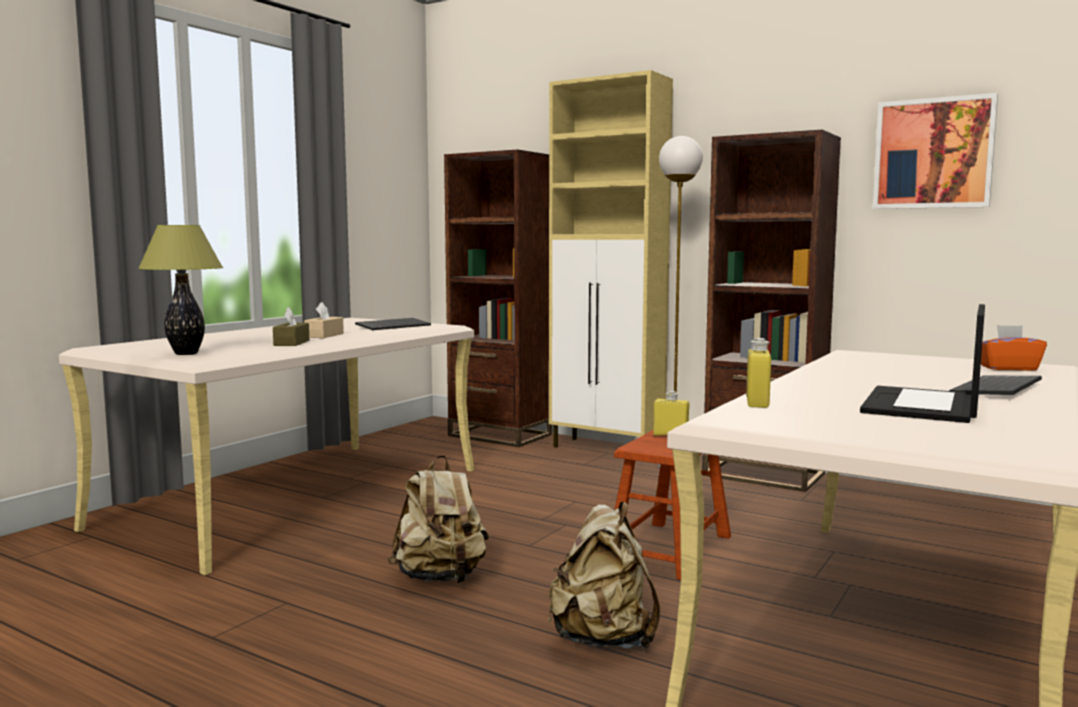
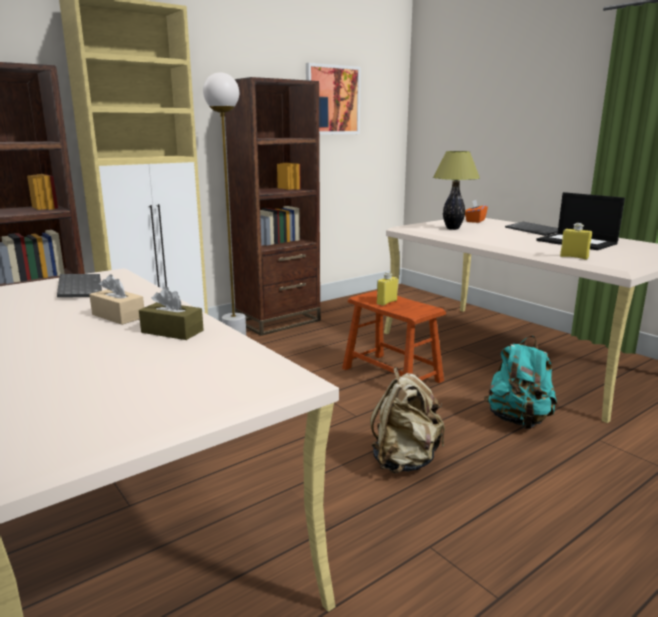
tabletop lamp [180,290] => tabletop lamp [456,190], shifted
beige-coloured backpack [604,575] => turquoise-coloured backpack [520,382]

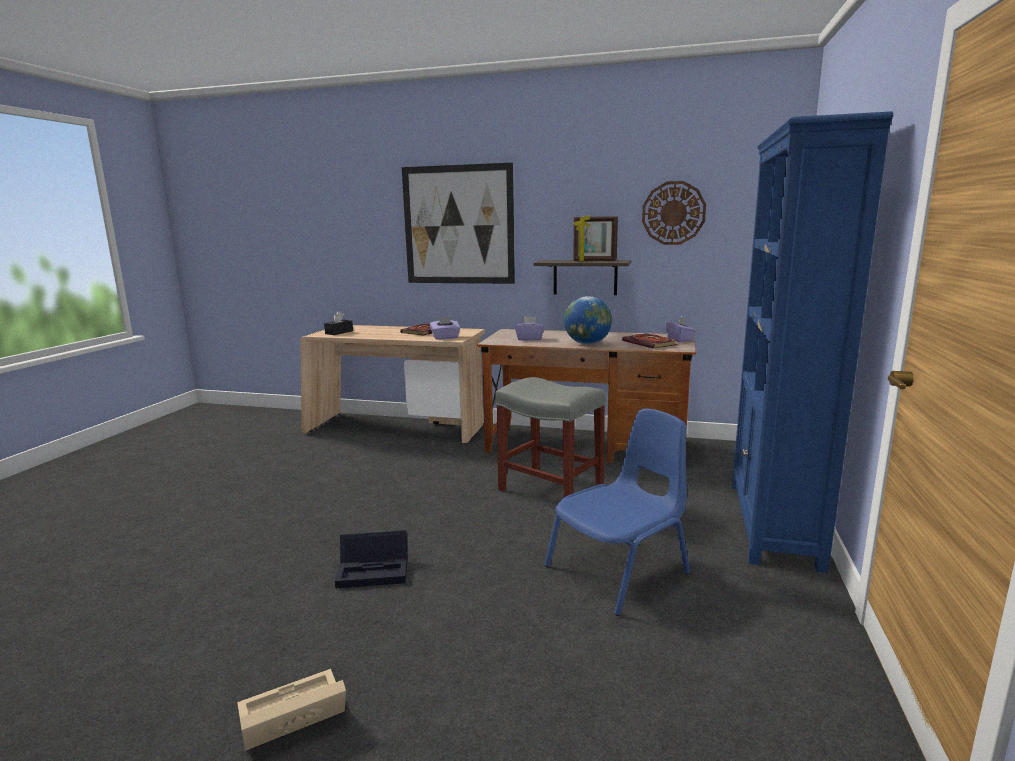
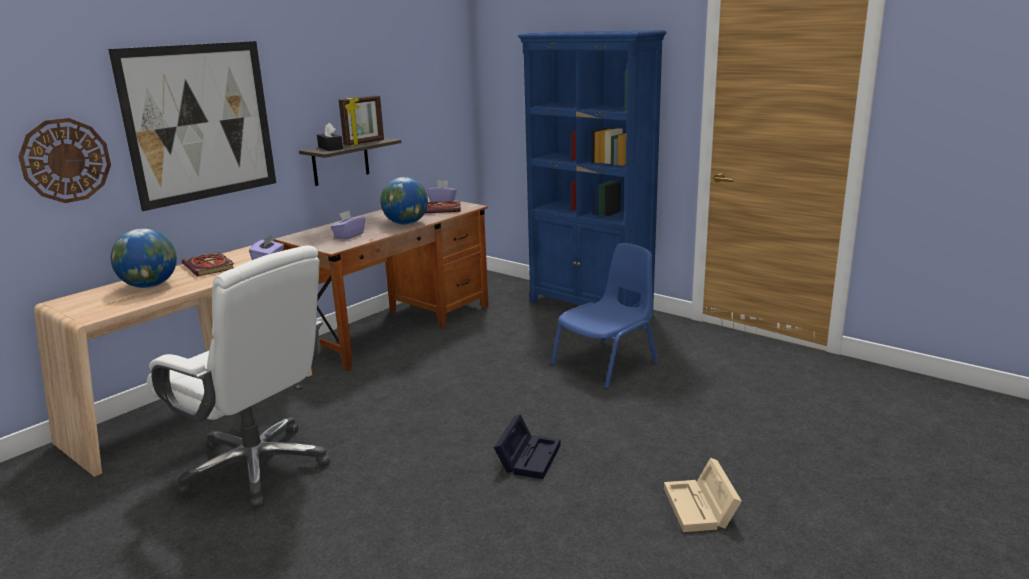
gray sitting stool [550,437] => nothing
nothing => desk globe [144,258]
nothing => white-coloured desk chair [239,376]
black-coloured tissue box [338,323] => black-coloured tissue box [330,137], shifted
hanging clock [674,213] => hanging clock [64,160], shifted
bluish plain chair [617,512] => bluish plain chair [604,316], 60 degrees clockwise

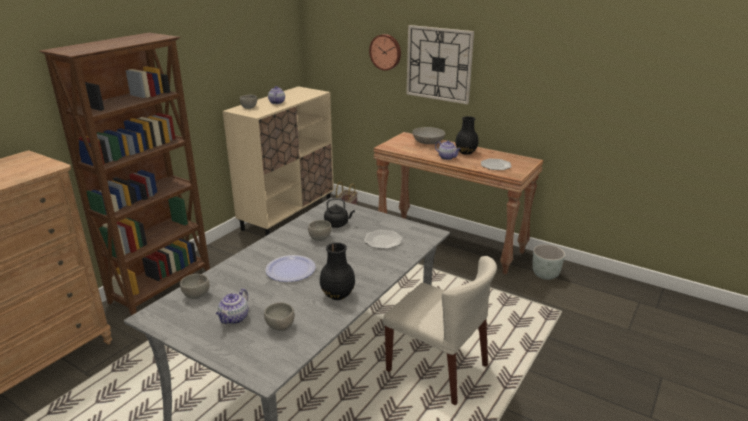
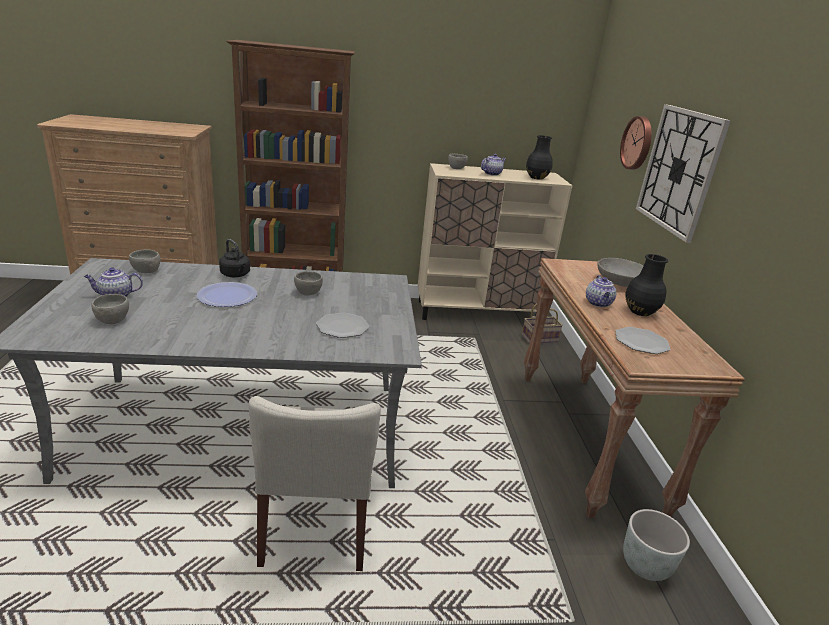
black-coloured vase [337,271] => black-coloured vase [539,157], shifted
black-coloured water kettle [339,213] => black-coloured water kettle [234,258], shifted

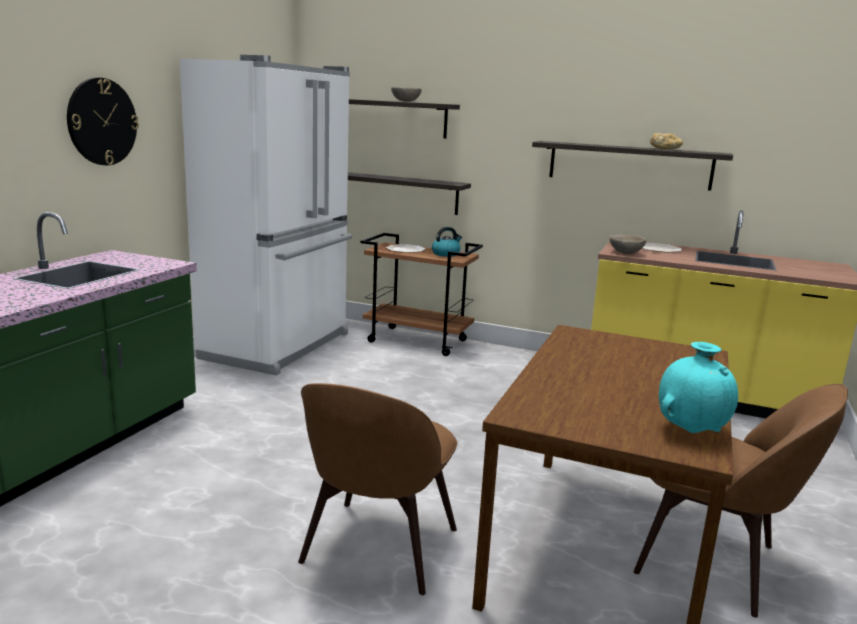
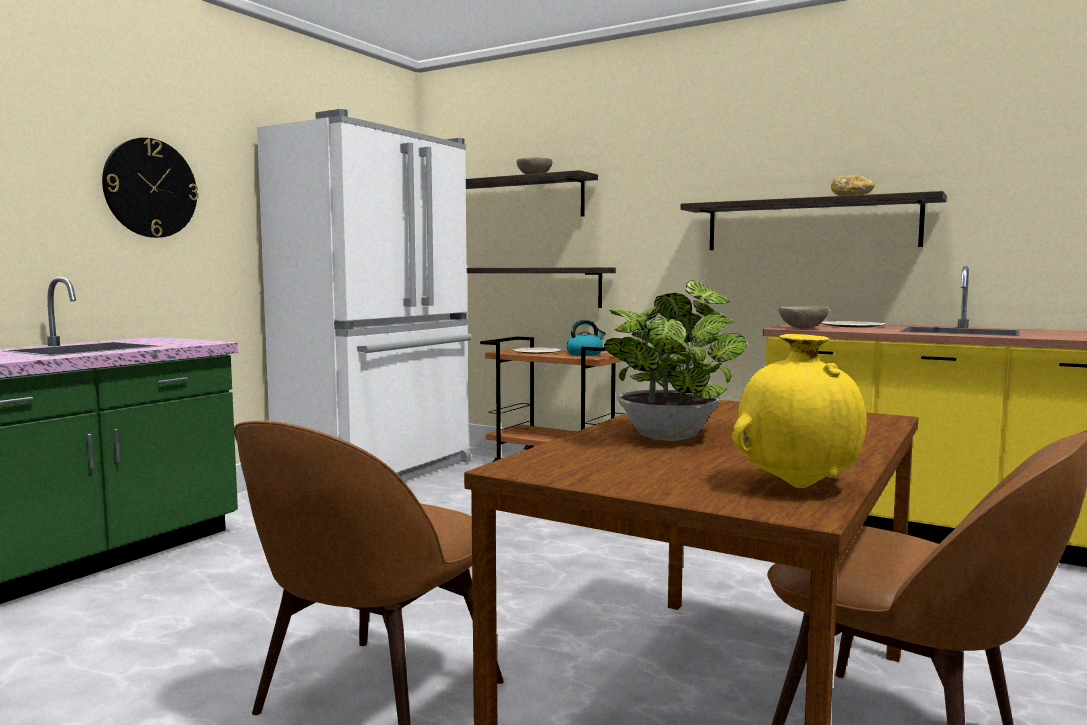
nothing => plant in a pot [675,360]
turquoise-coloured vase [698,387] => yellow vase [799,411]

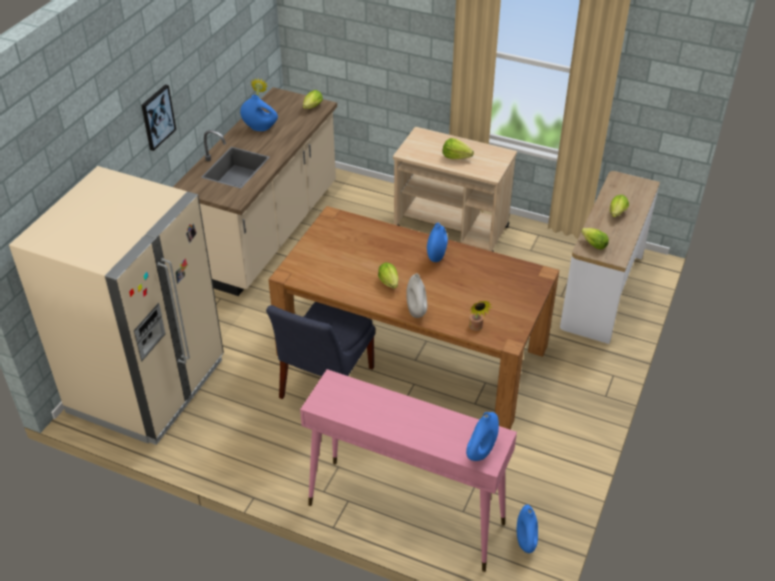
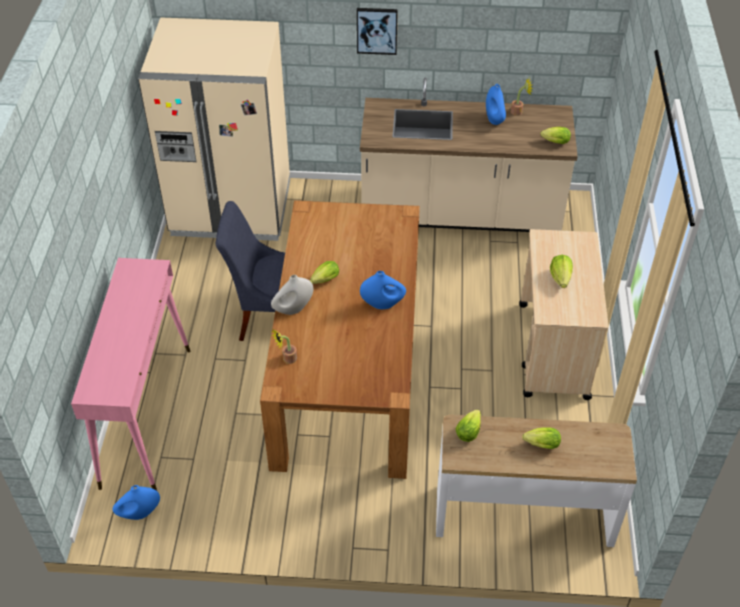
bluish vase [482,436] => nothing

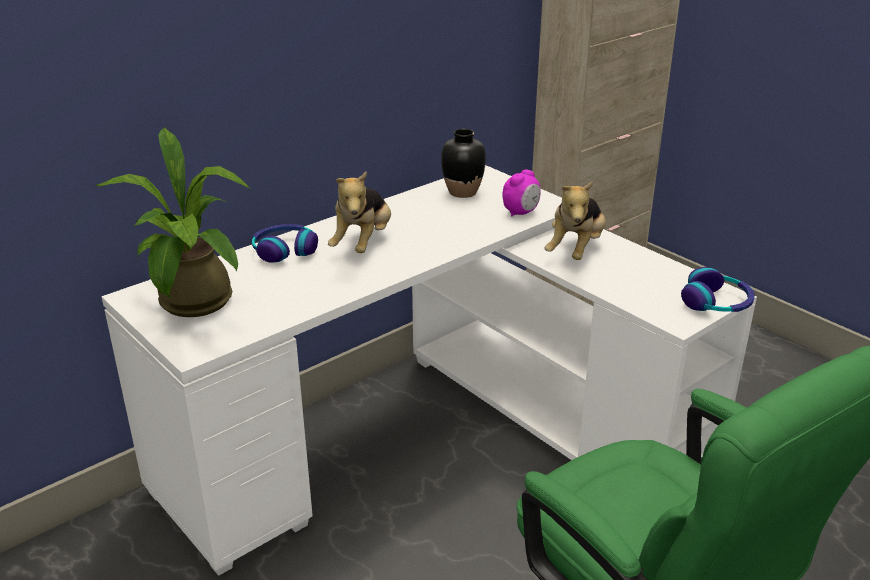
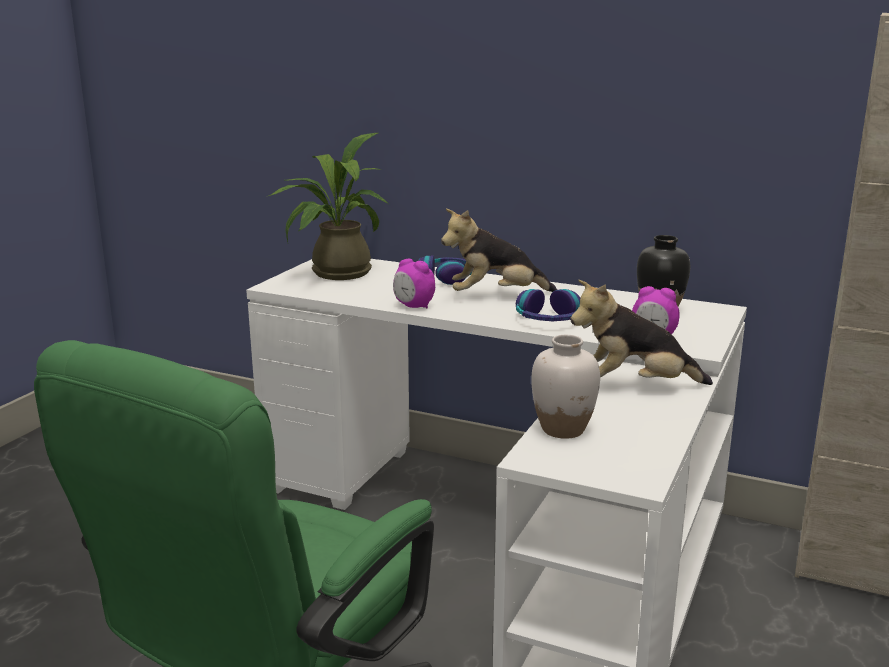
nothing => table clock [414,283]
nothing => white-coloured vase [565,387]
pair of headphones [718,289] => pair of headphones [548,305], shifted

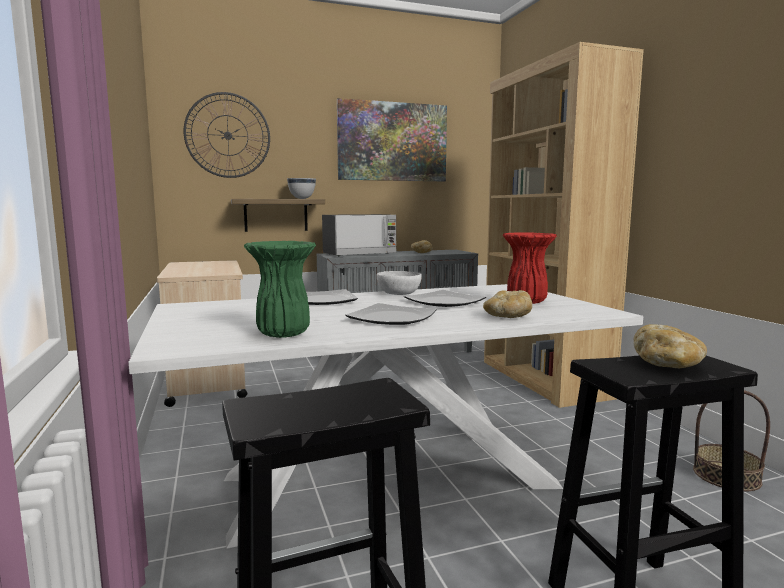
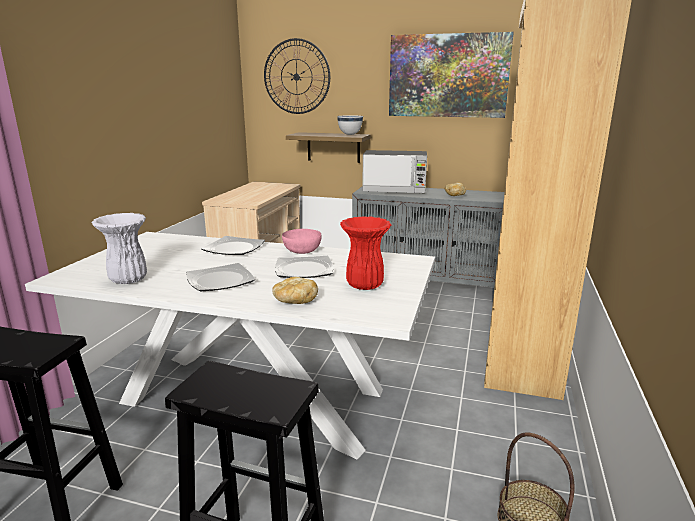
baked bread [670,346] => nothing
green-coloured vase [280,289] => white-coloured vase [119,248]
white-coloured bowl [399,283] => pink bowl [302,241]

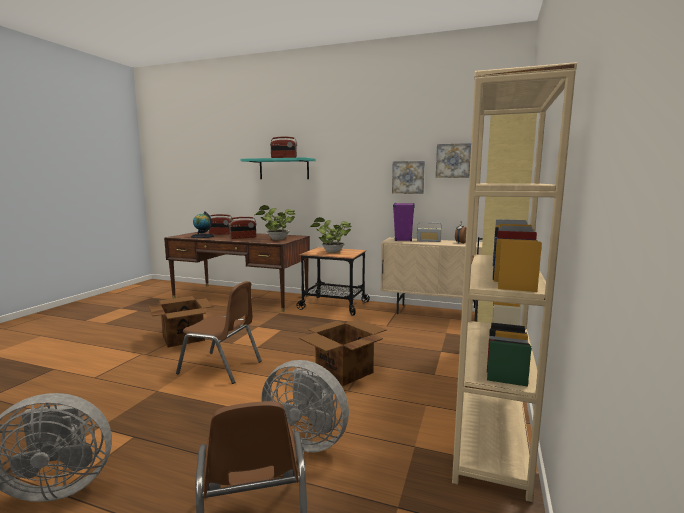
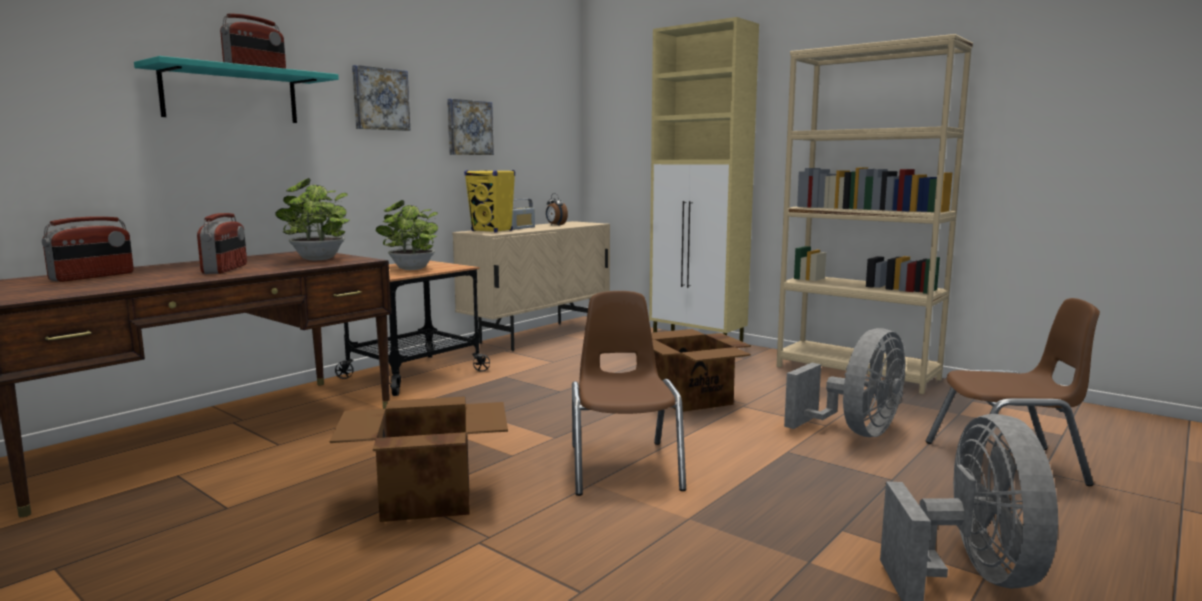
desk globe [202,224] => nothing
wall picture [453,160] => wall picture [381,98], shifted
purplish loudspeaker [404,222] => yellow loudspeaker [489,201]
brownish plain chair [219,332] => brownish plain chair [629,393], 45 degrees counterclockwise

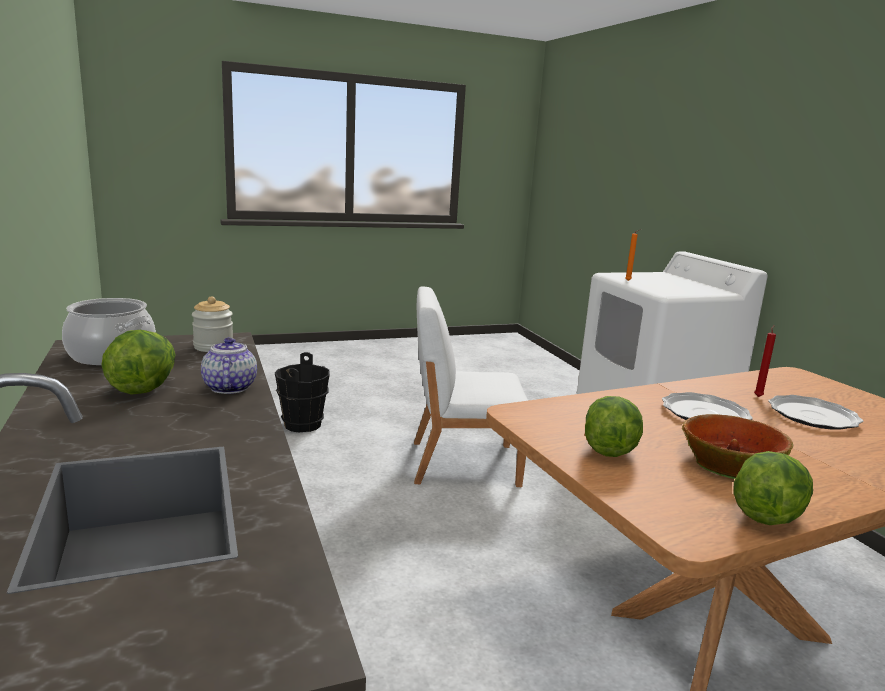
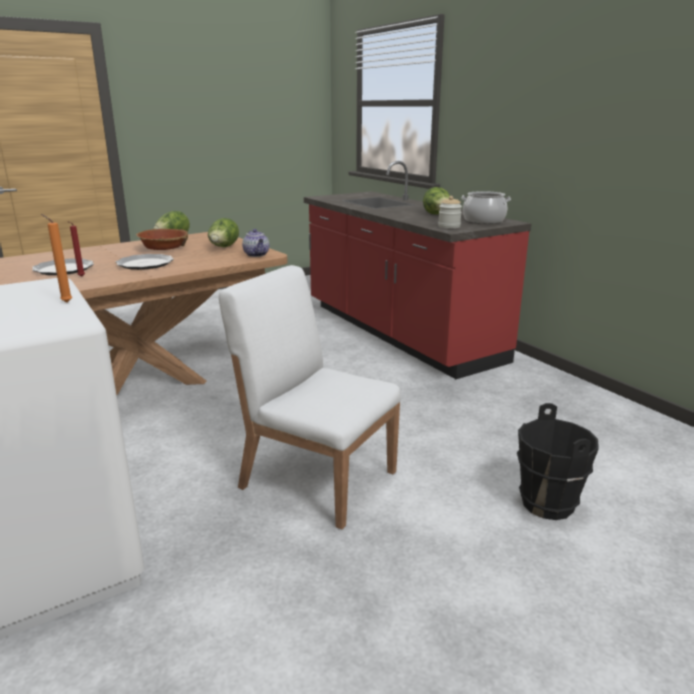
pot for tea [229,366] => pot for tea [255,243], shifted
white-coloured plain chair [471,386] => white-coloured plain chair [310,397], 135 degrees counterclockwise

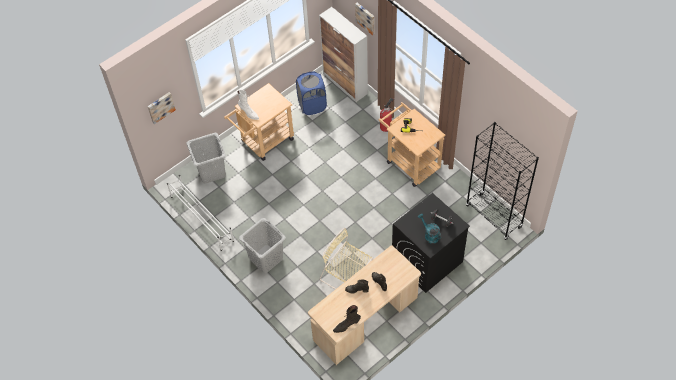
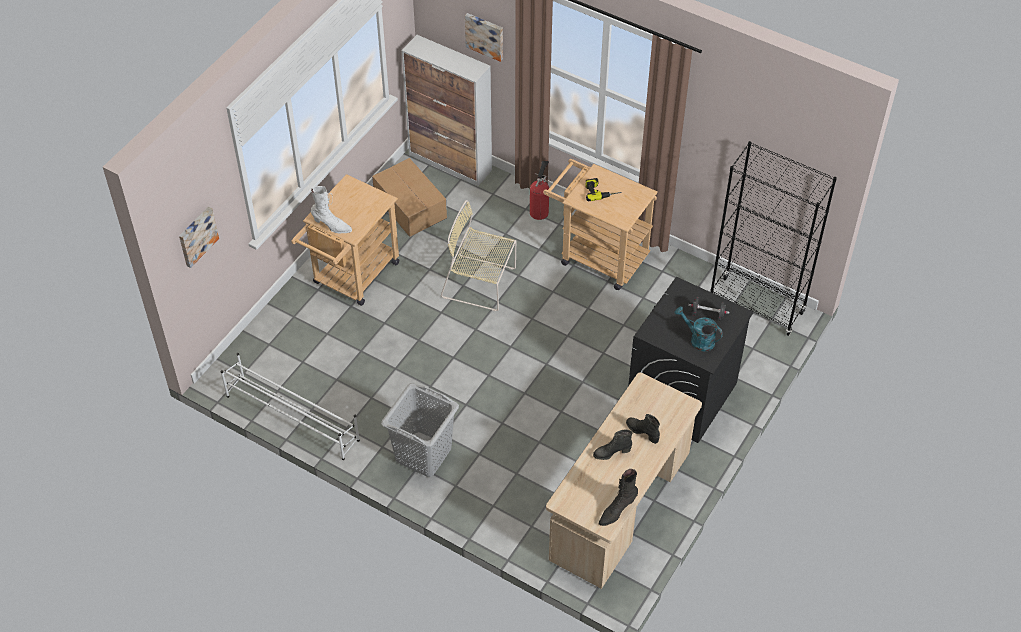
gray washing basket [206,158] => nothing
beige-coloured plain chair [346,258] => beige-coloured plain chair [478,255], shifted
bluish washing basket [311,93] => cardboard box [409,197]

